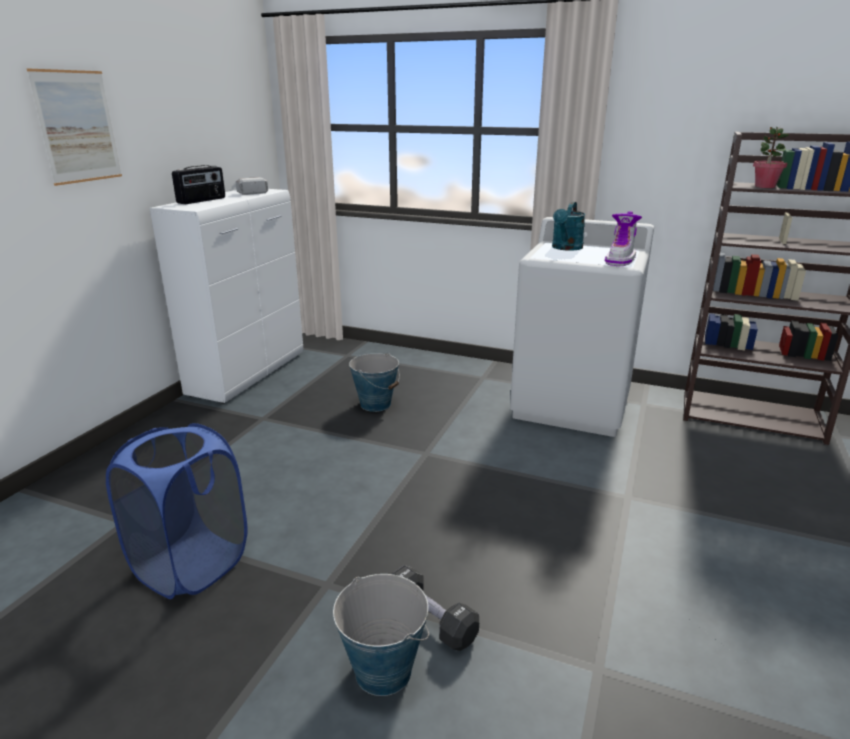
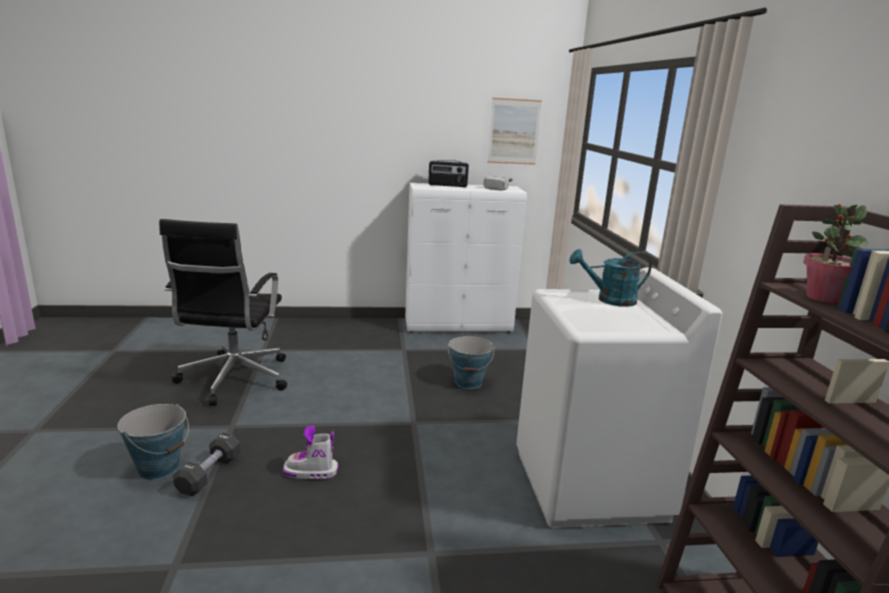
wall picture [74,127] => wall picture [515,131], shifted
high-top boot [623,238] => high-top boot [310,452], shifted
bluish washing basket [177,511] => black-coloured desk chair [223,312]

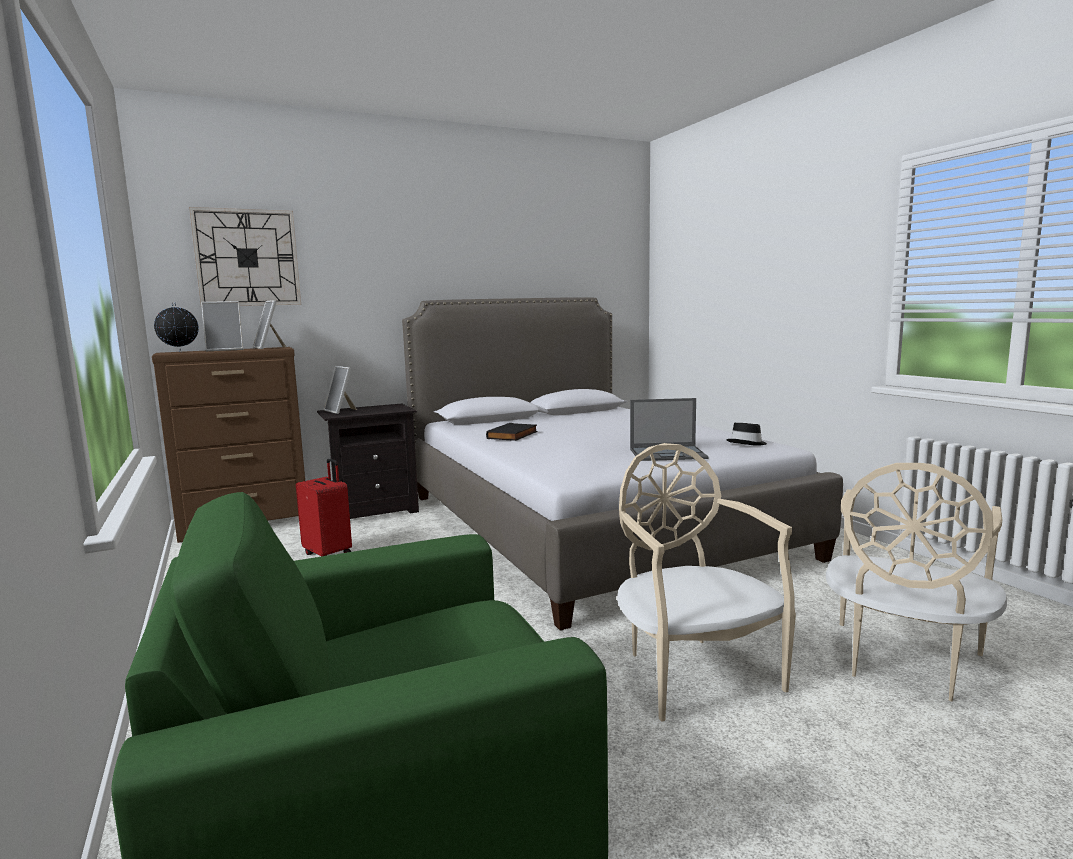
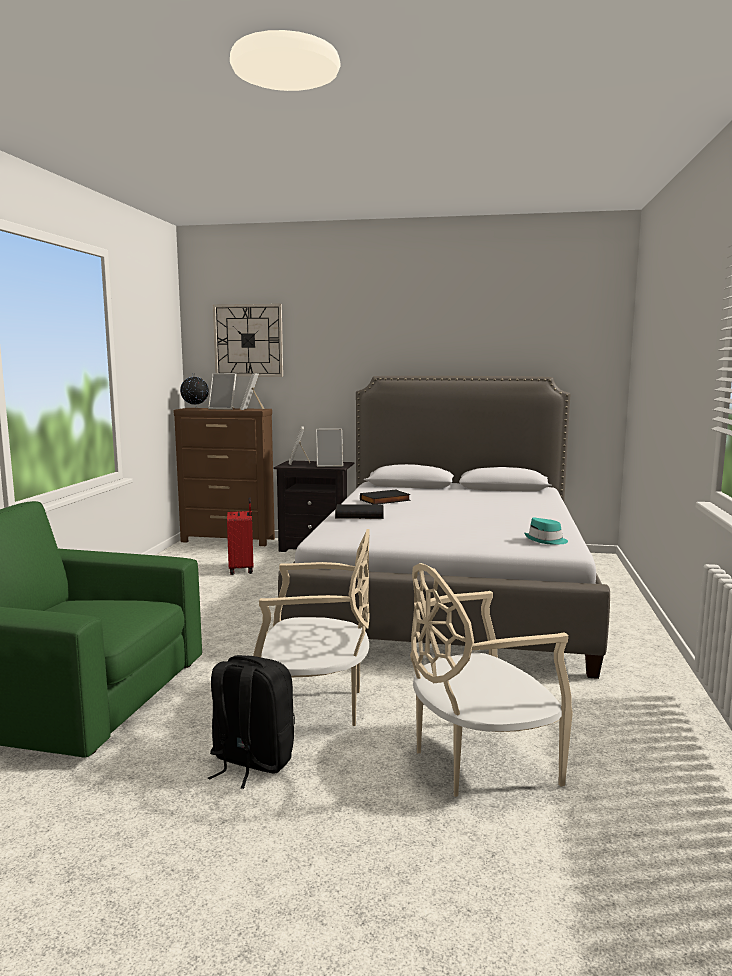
notebook computer [669,429] => nothing
nothing => black-coloured backpack [251,722]
nothing => photo frame [329,448]
nothing => black-coloured volume [359,511]
black-coloured clothing hat [746,434] => turquoise-coloured clothing hat [546,531]
beige-coloured plain chair [706,582] => beige-coloured plain chair [311,627], 75 degrees clockwise

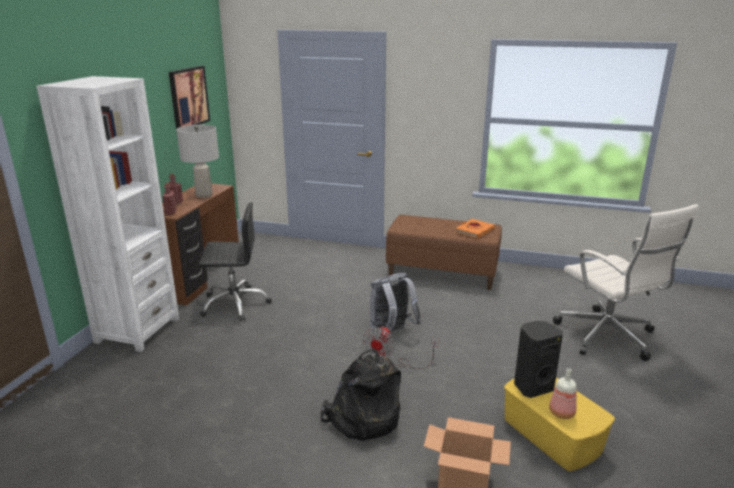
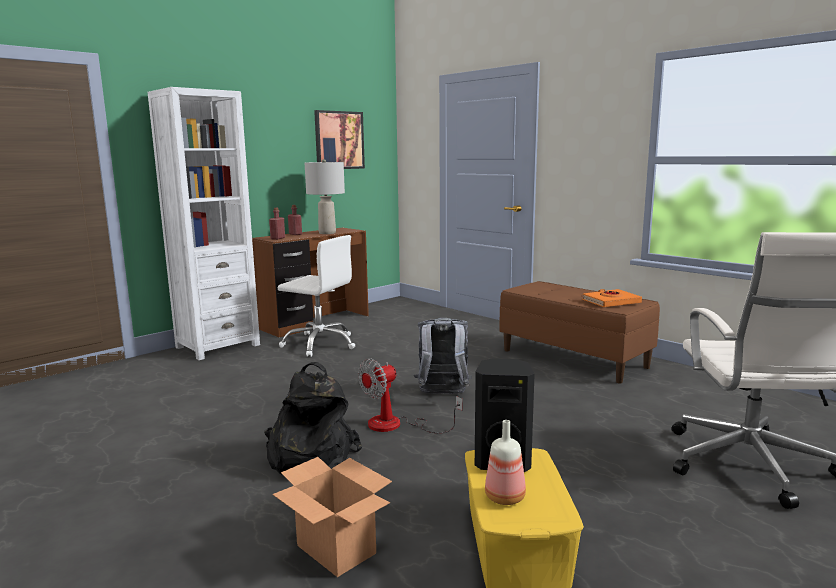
black-coloured desk chair [235,261] => white-coloured desk chair [316,296]

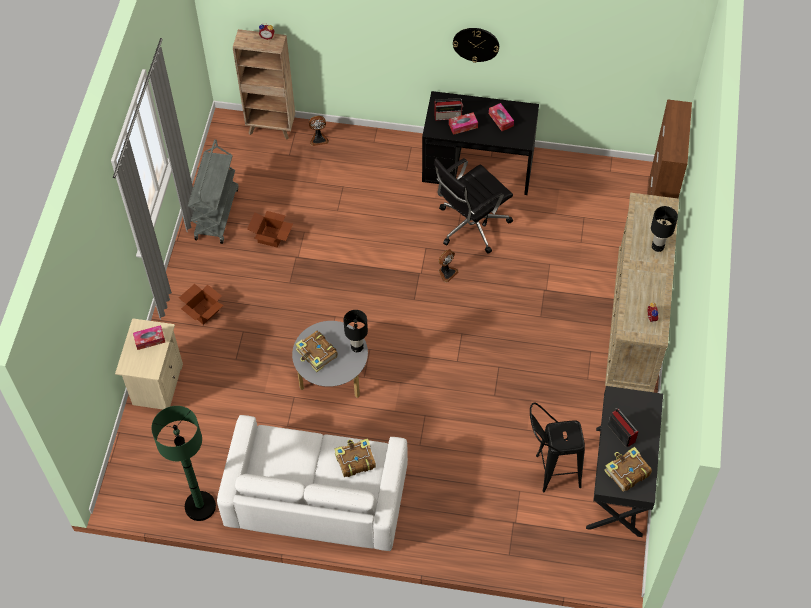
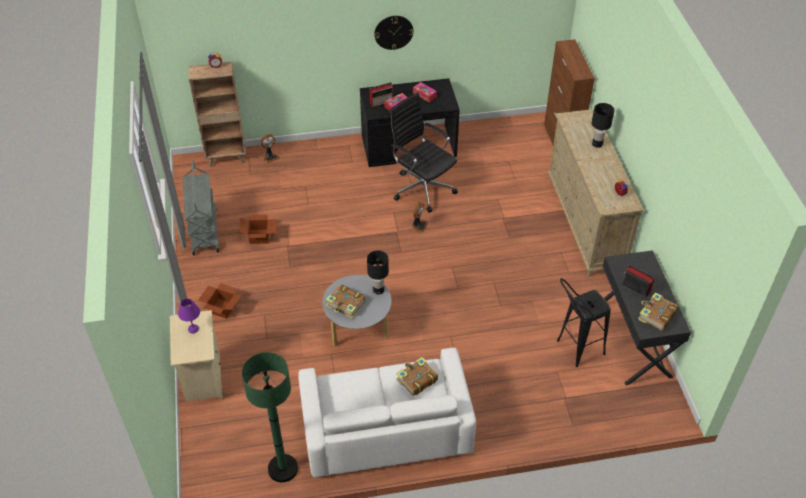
tissue box [149,337] => purplish tabletop lamp [189,315]
black-coloured desk chair [473,205] => black-coloured desk chair [423,153], 105 degrees clockwise

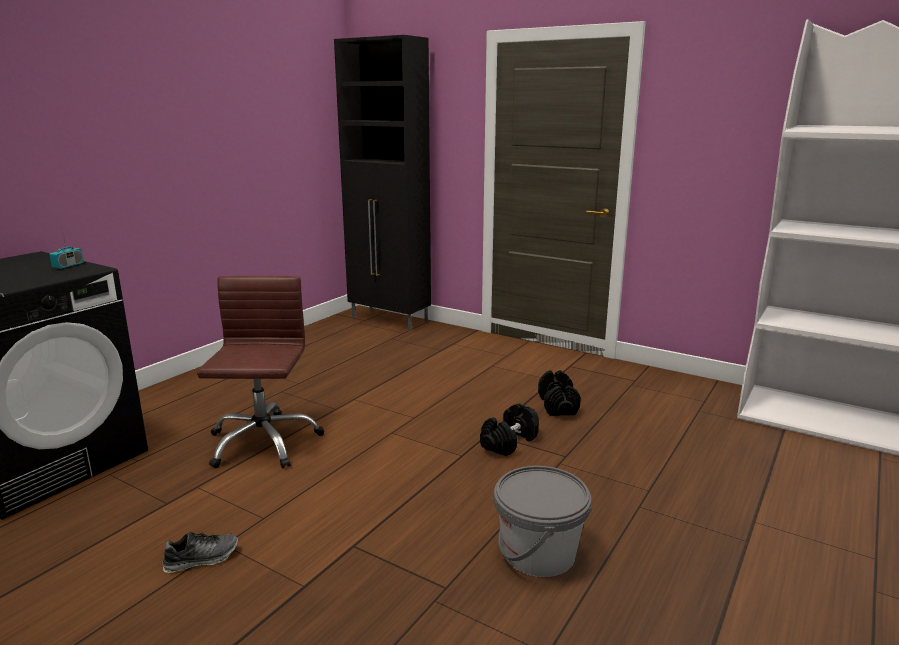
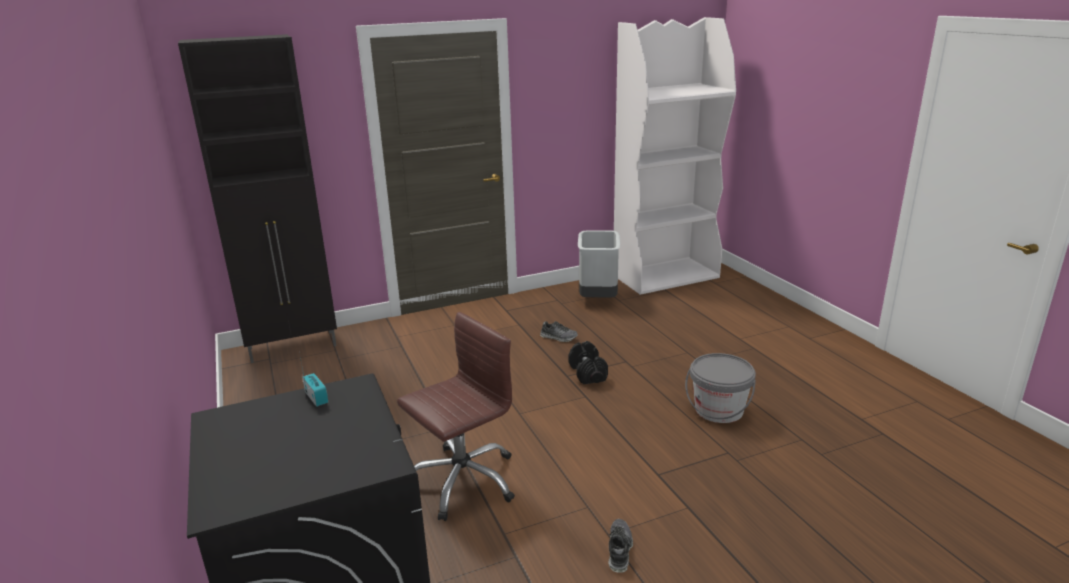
nothing => gray rubbish bin [599,264]
black-coloured dumbbell [559,393] => low shoe [559,331]
brownish desk chair [260,372] => brownish desk chair [456,416], 105 degrees clockwise

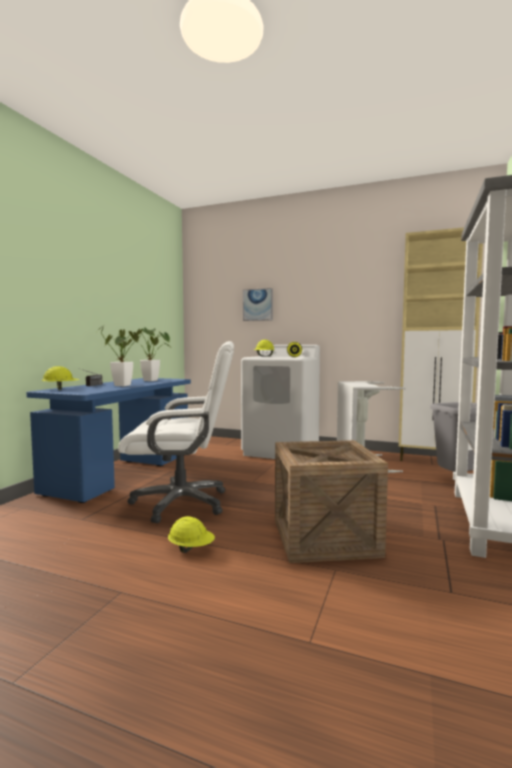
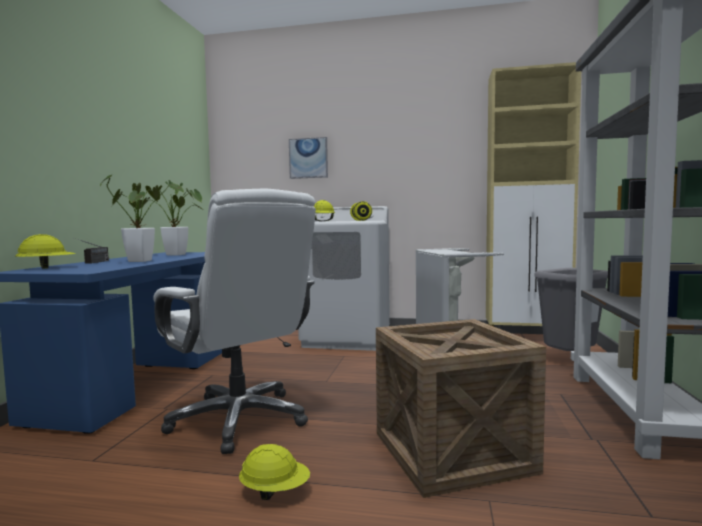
white-coloured desk chair [176,432] => white-coloured desk chair [234,321], 60 degrees clockwise

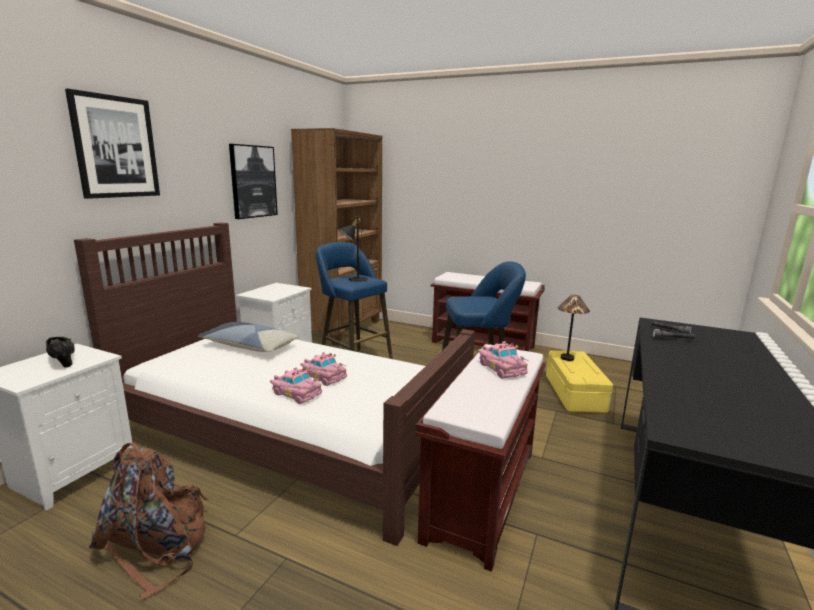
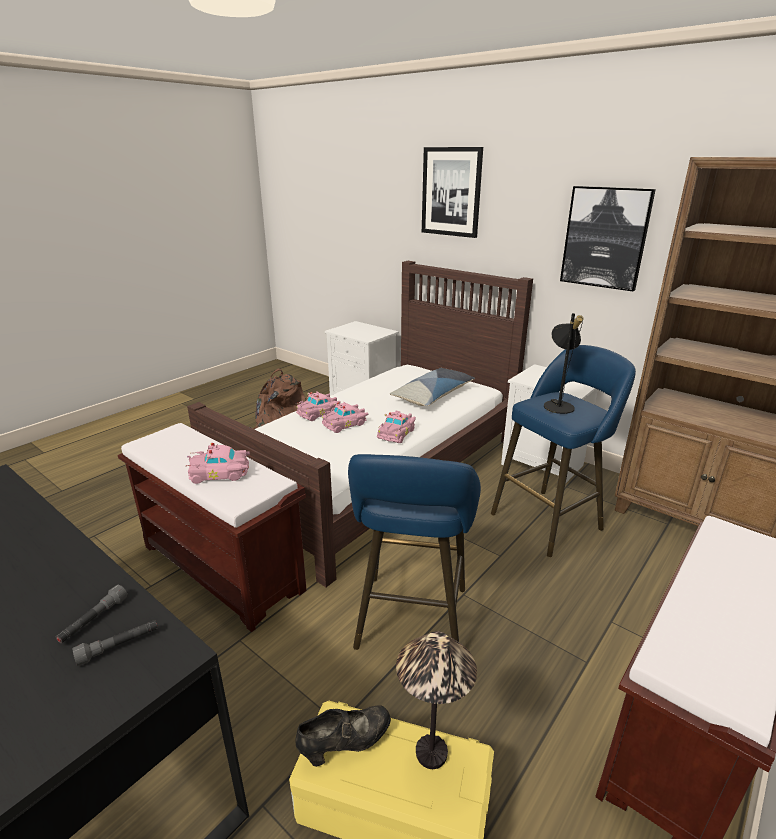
nothing => pink miniature car [396,426]
black-coloured low shoe [60,352] => black-coloured low shoe [343,736], shifted

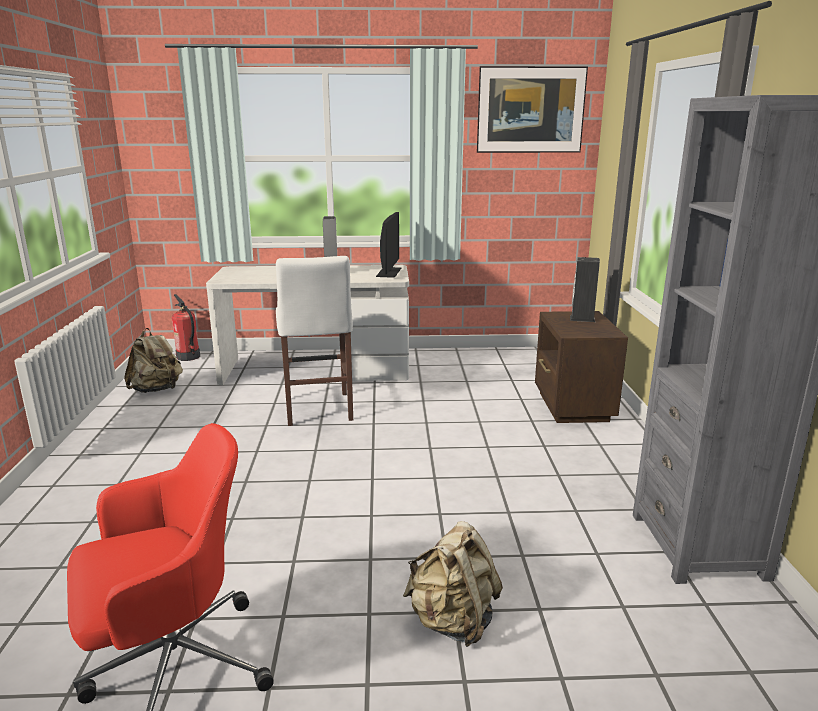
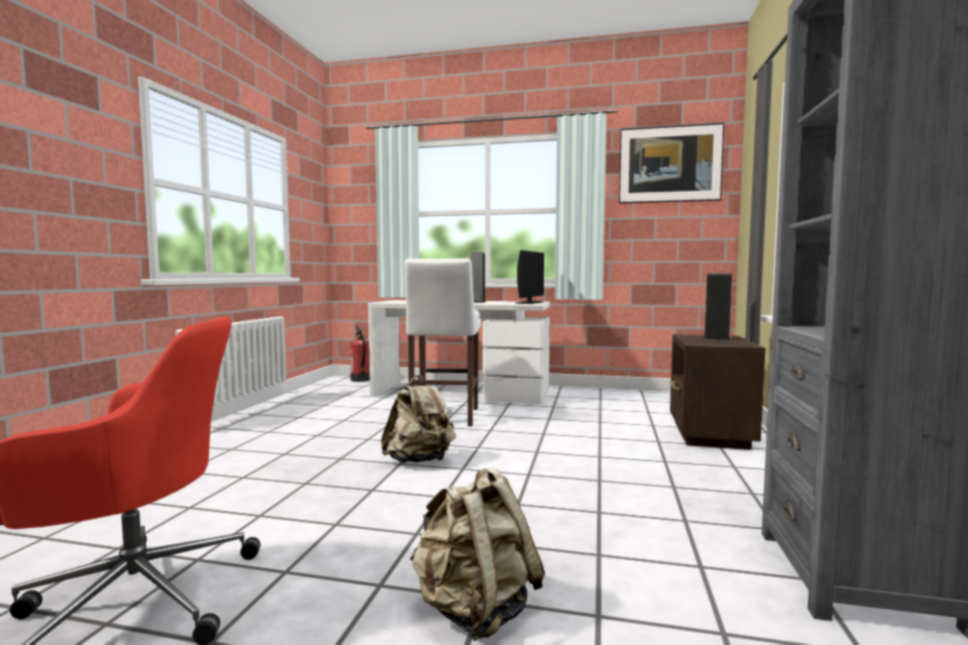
beige-coloured backpack [153,360] => beige-coloured backpack [418,419], shifted

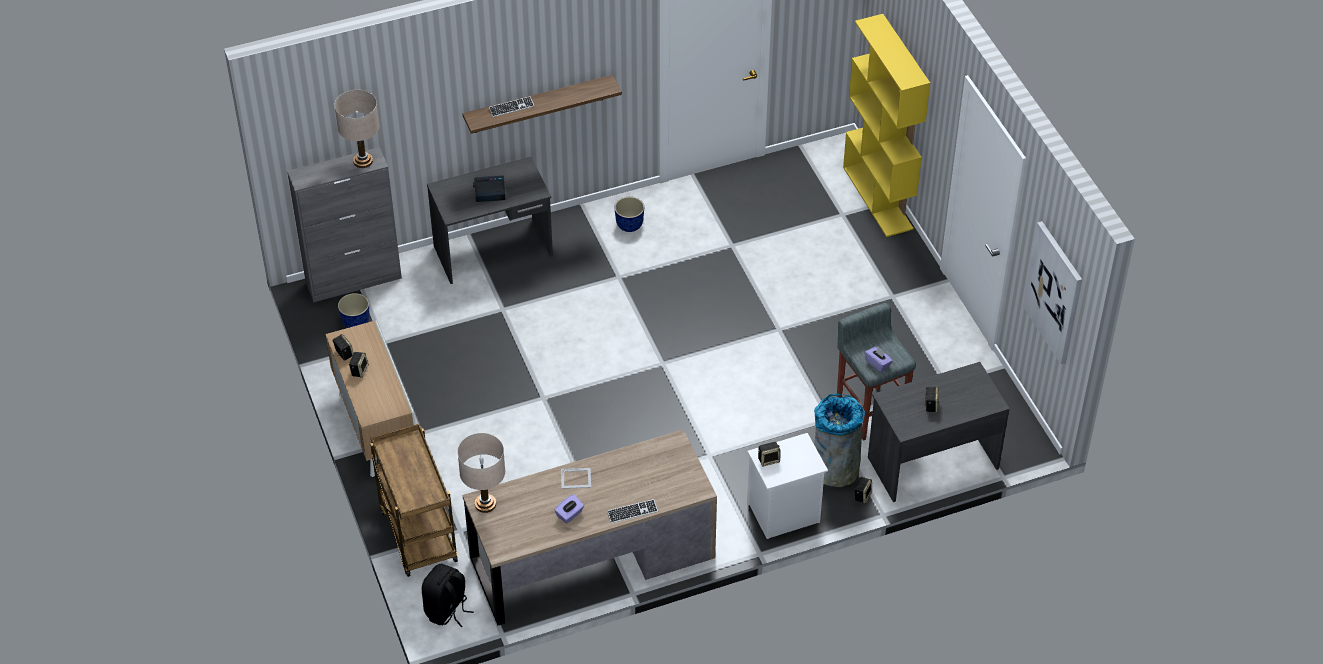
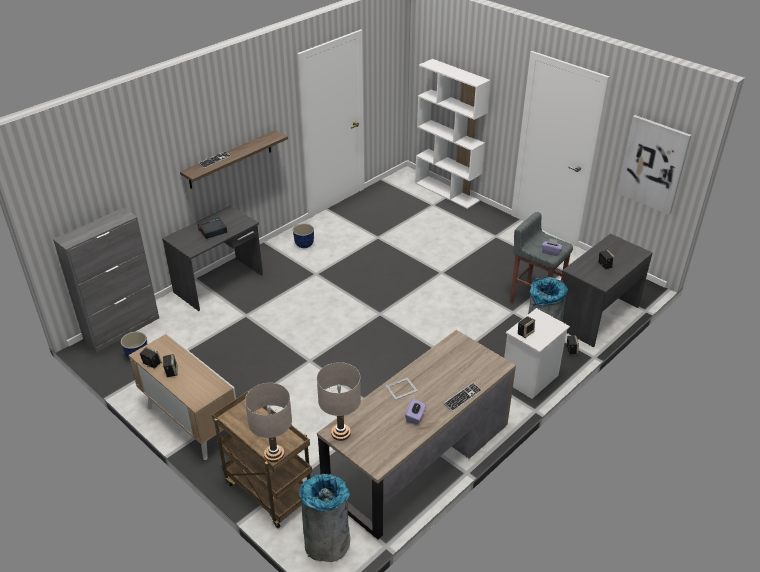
beige-coloured tabletop lamp [356,129] => beige-coloured tabletop lamp [268,422], shifted
black-coloured backpack [447,595] => gray rubbish bin [324,518]
yellow bookshelf [886,125] => white-coloured bookshelf [452,134]

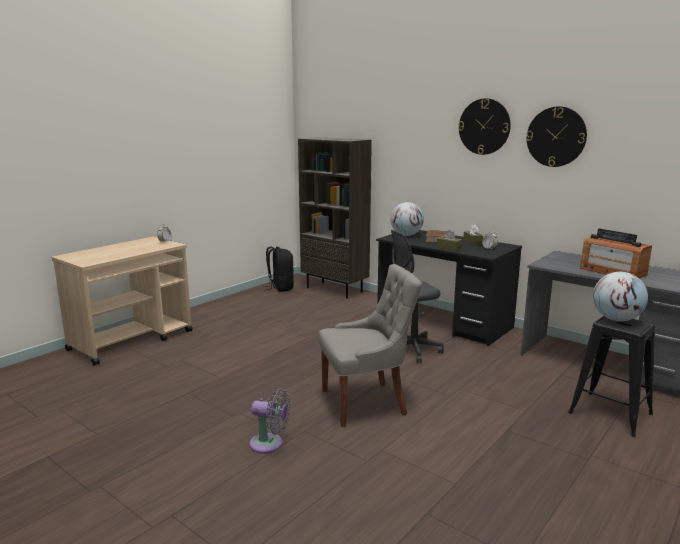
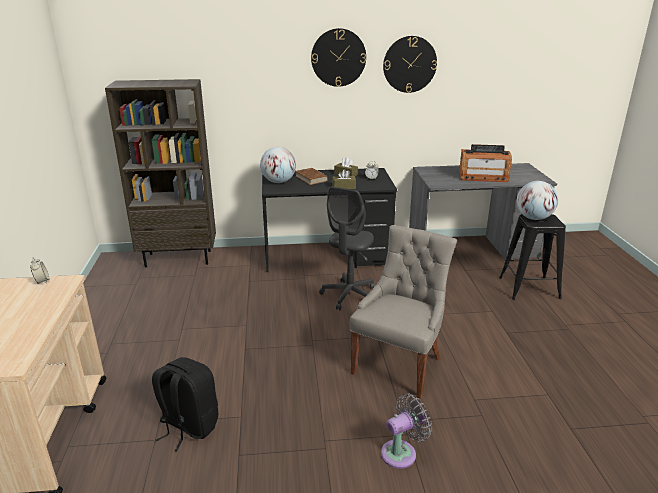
black-coloured backpack [280,269] => black-coloured backpack [185,404], shifted

